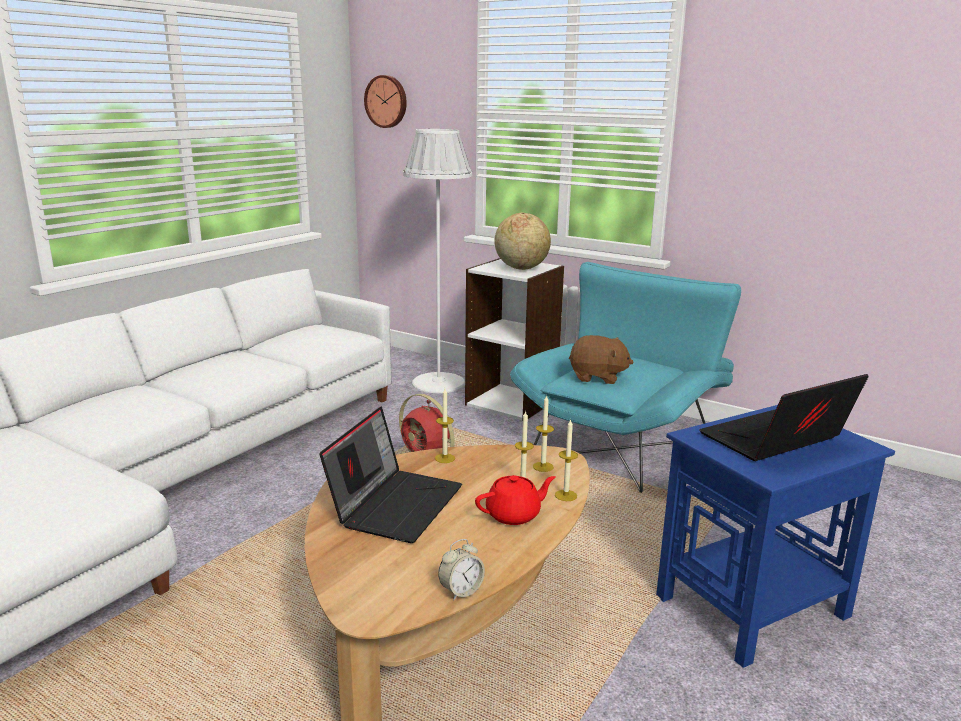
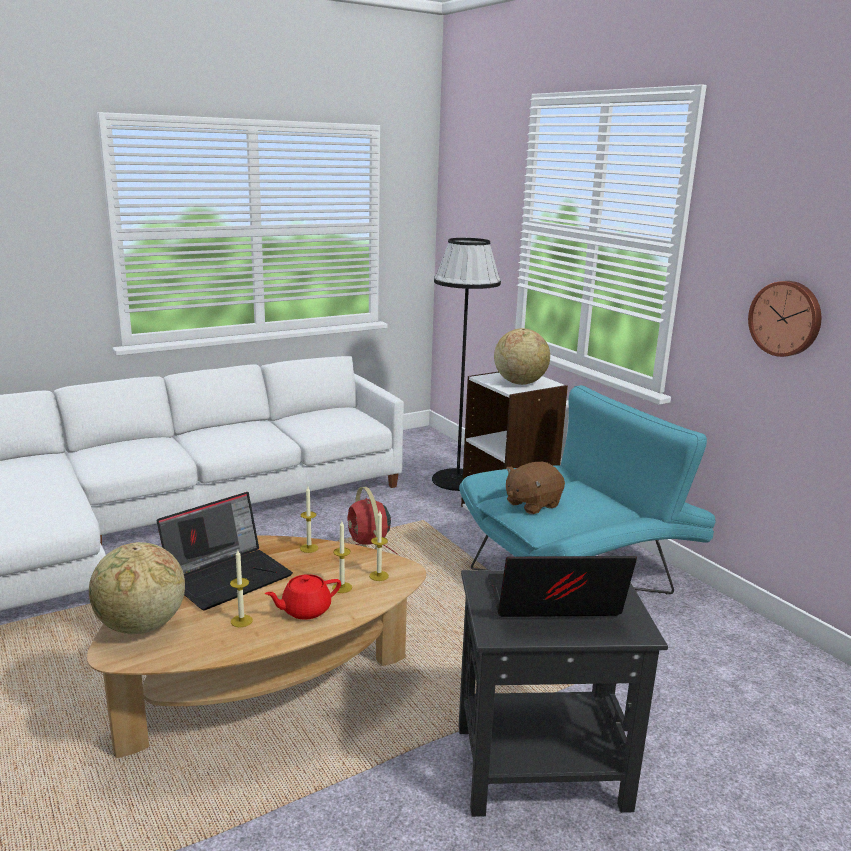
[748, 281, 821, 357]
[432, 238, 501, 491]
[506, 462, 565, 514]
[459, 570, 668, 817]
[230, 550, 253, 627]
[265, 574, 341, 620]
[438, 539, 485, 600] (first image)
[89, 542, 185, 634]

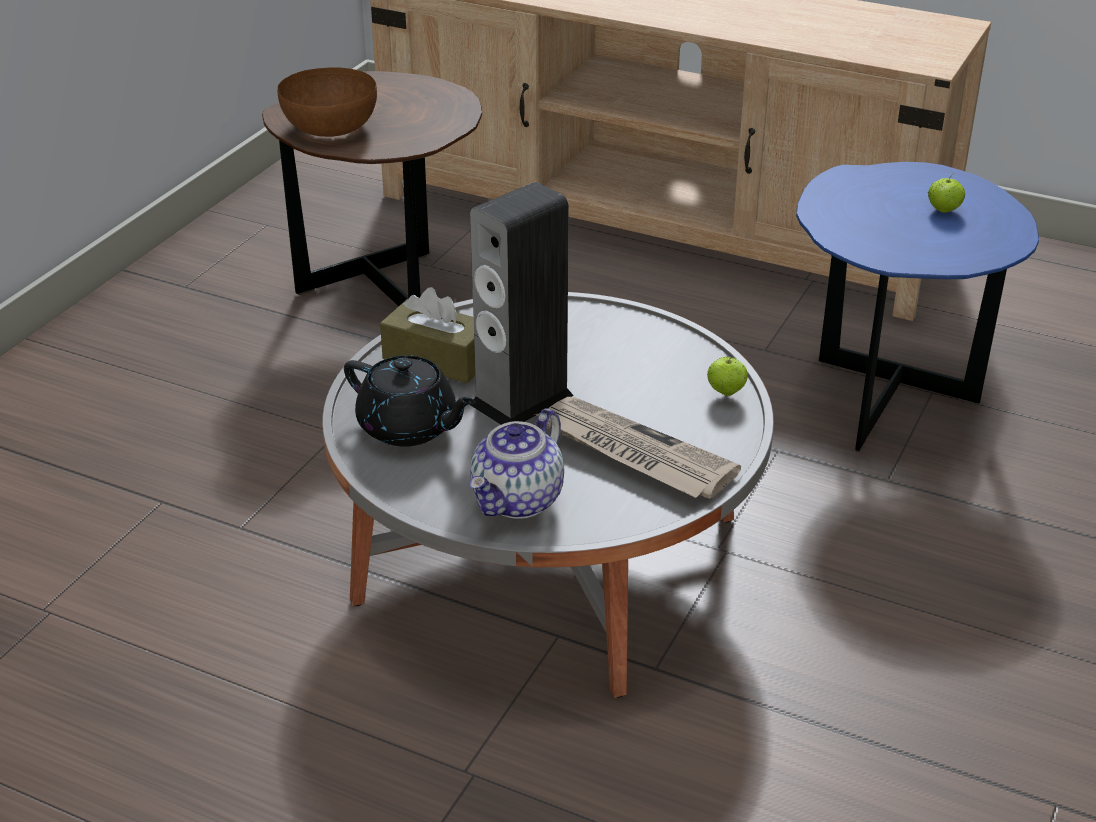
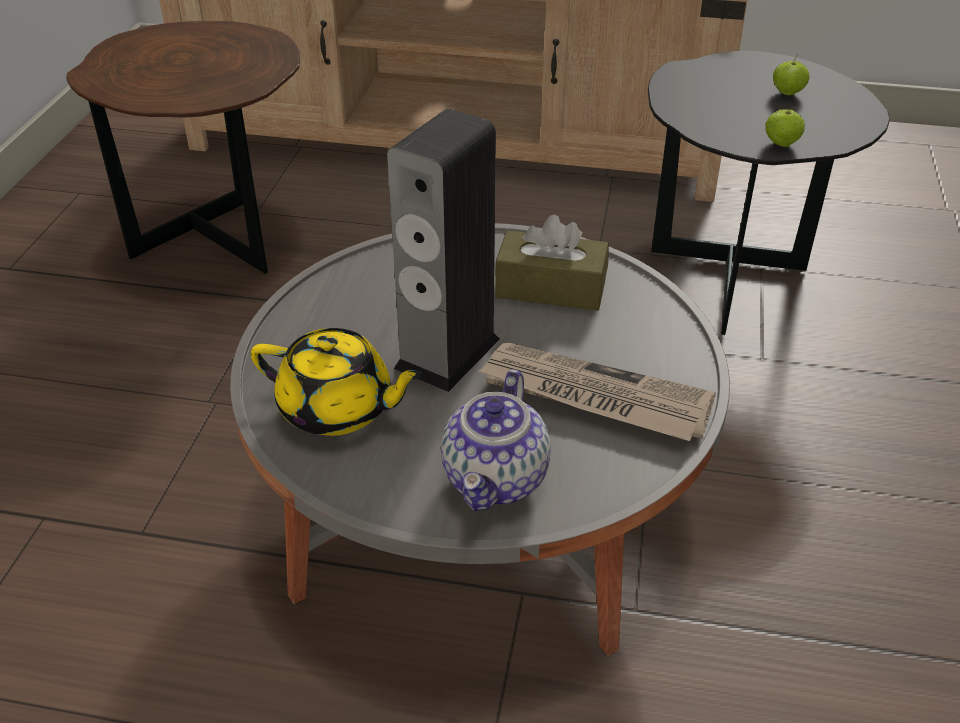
[277, 67, 377, 137] (first image)
[648, 51, 890, 335]
[495, 215, 609, 311]
[251, 328, 424, 436]
[765, 107, 805, 147]

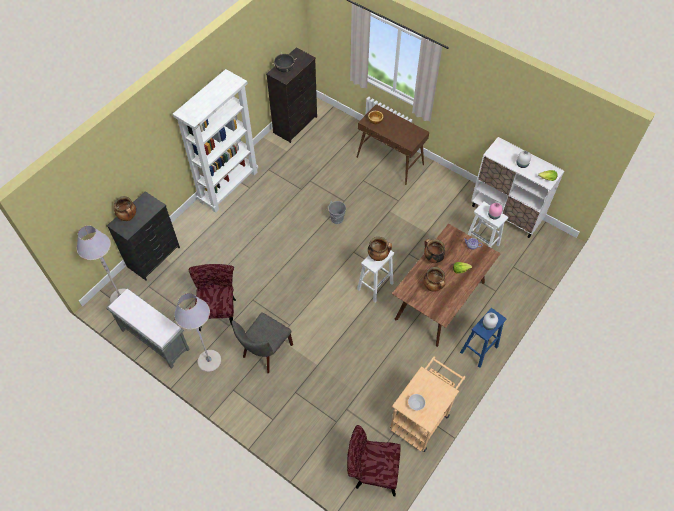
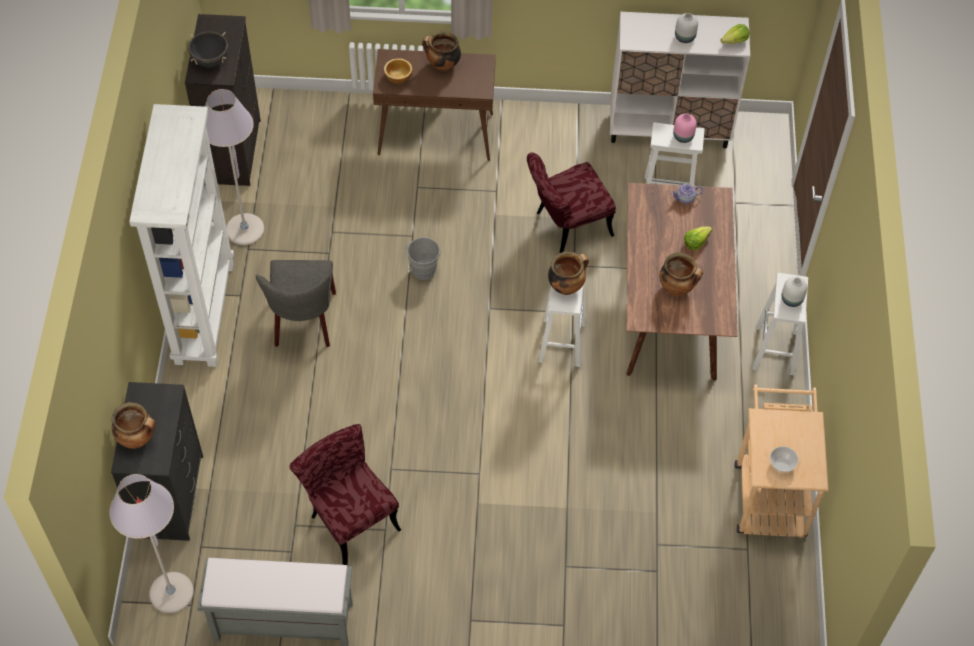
[422, 31, 461, 71]
[205, 89, 264, 245]
[752, 273, 808, 375]
[256, 260, 336, 347]
[527, 153, 616, 253]

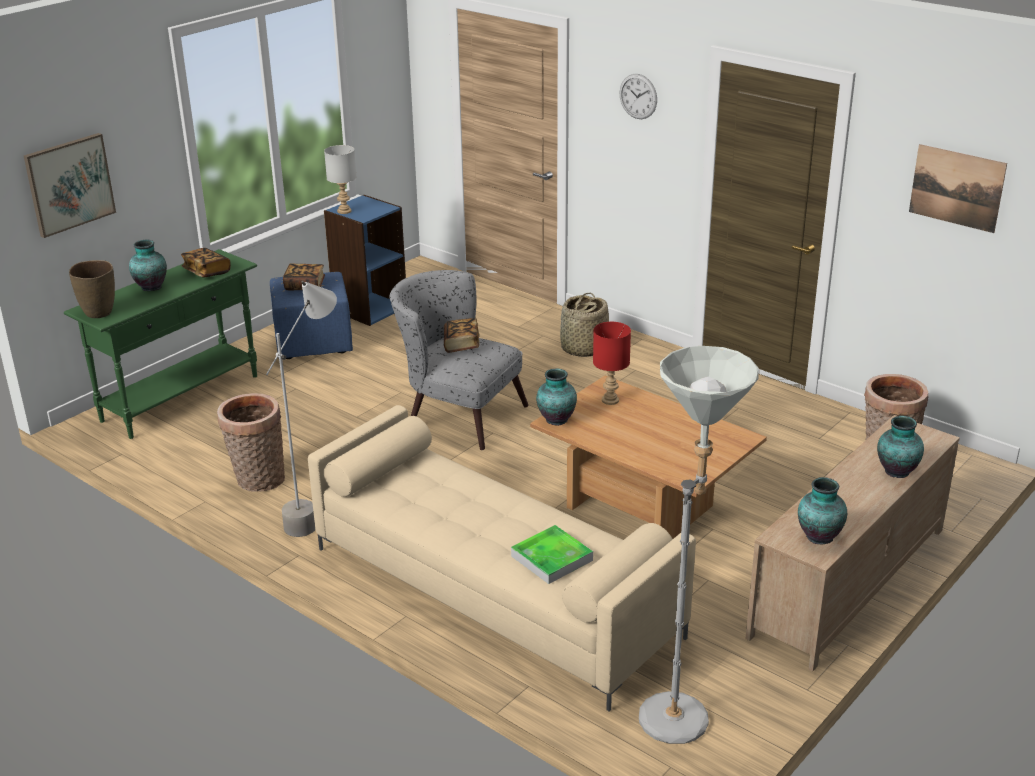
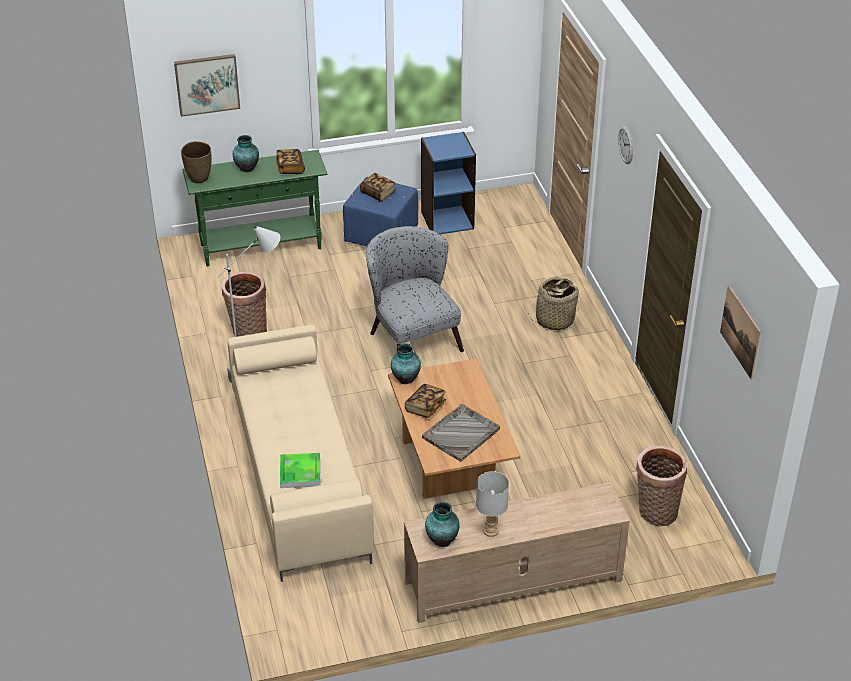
[476, 471, 509, 537]
[405, 384, 446, 418]
[593, 322, 631, 405] (first image)
[639, 346, 759, 744] (first image)
[877, 416, 924, 478] (first image)
[422, 404, 500, 462]

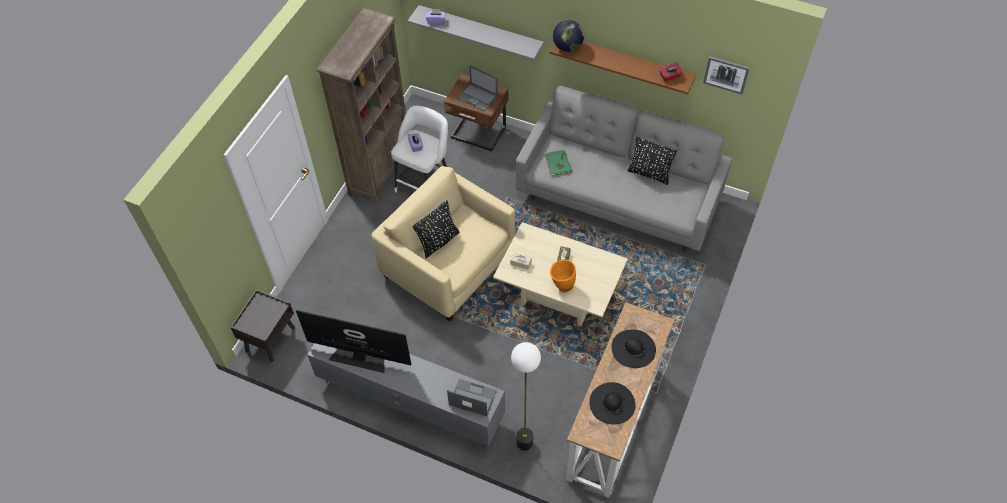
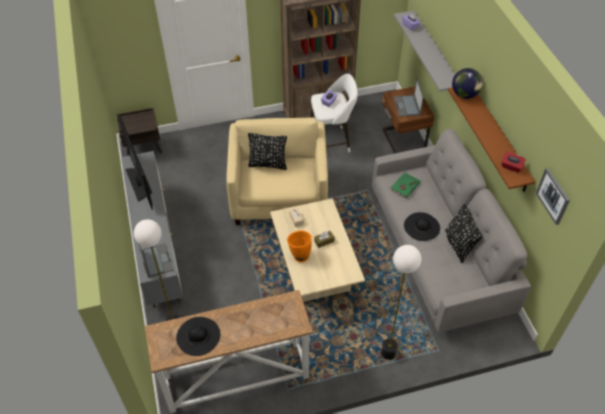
[404, 212, 440, 241]
[381, 245, 422, 360]

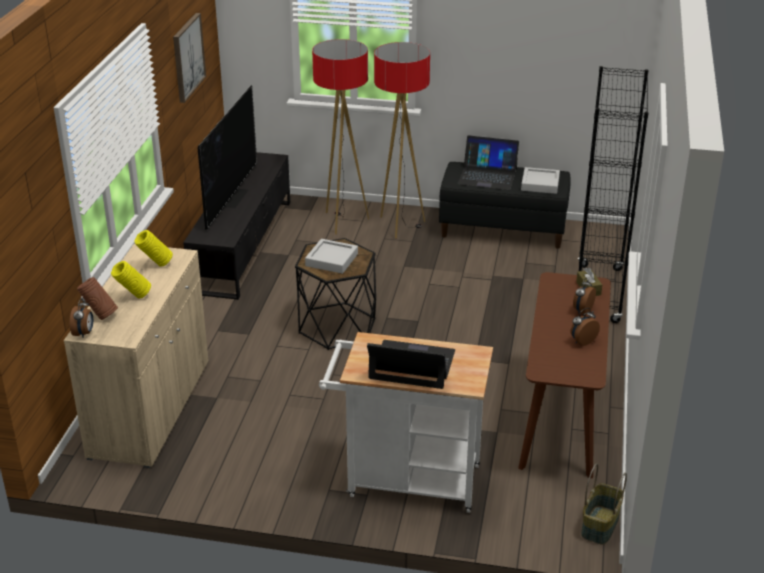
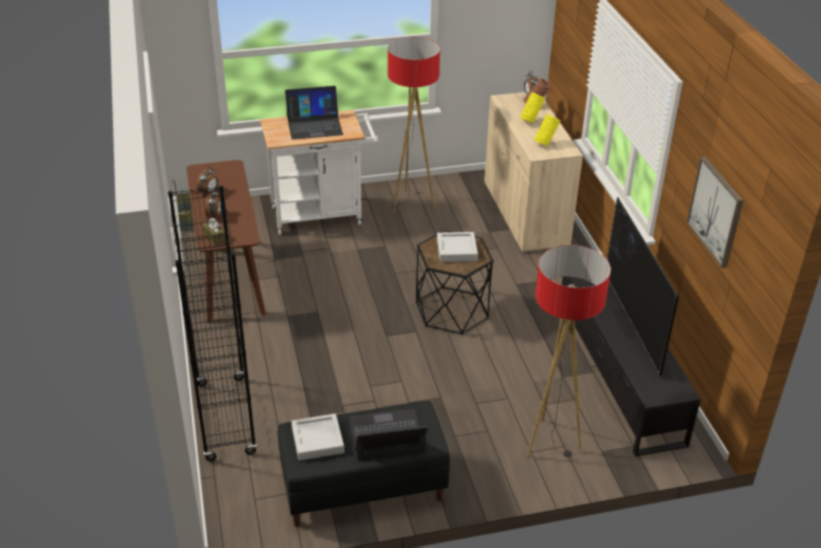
[388, 37, 440, 213]

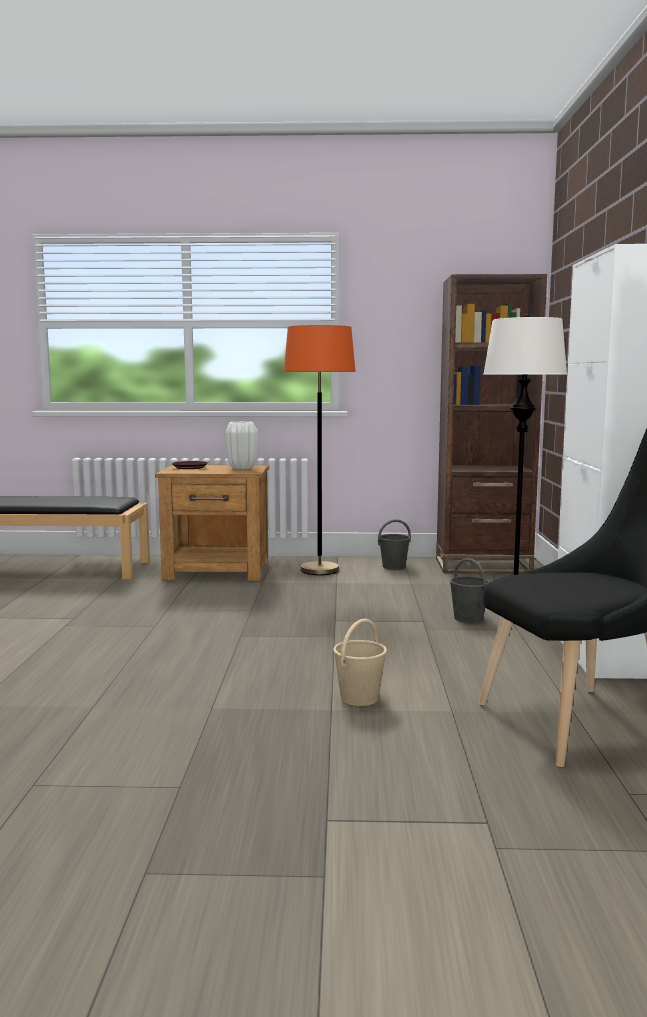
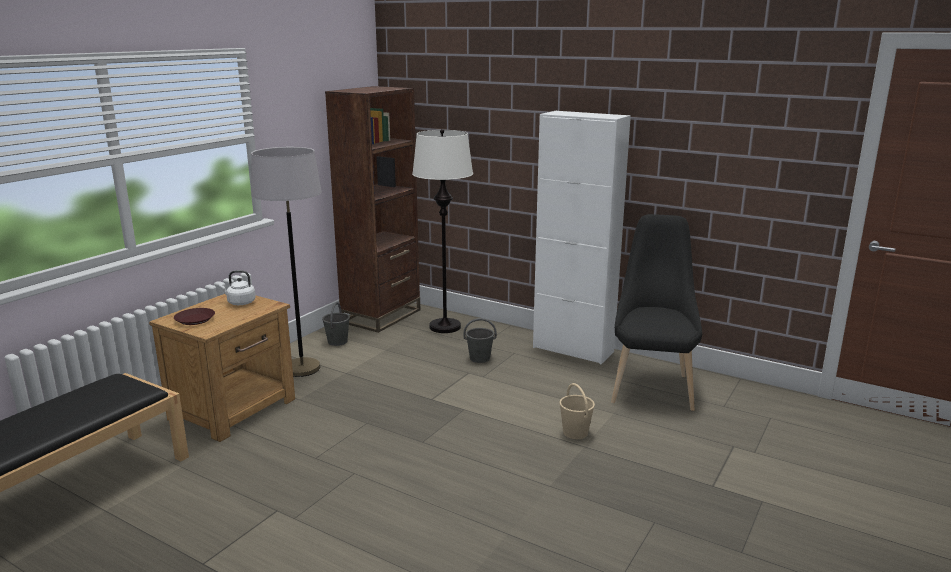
[251, 147, 322, 377]
[219, 270, 256, 305]

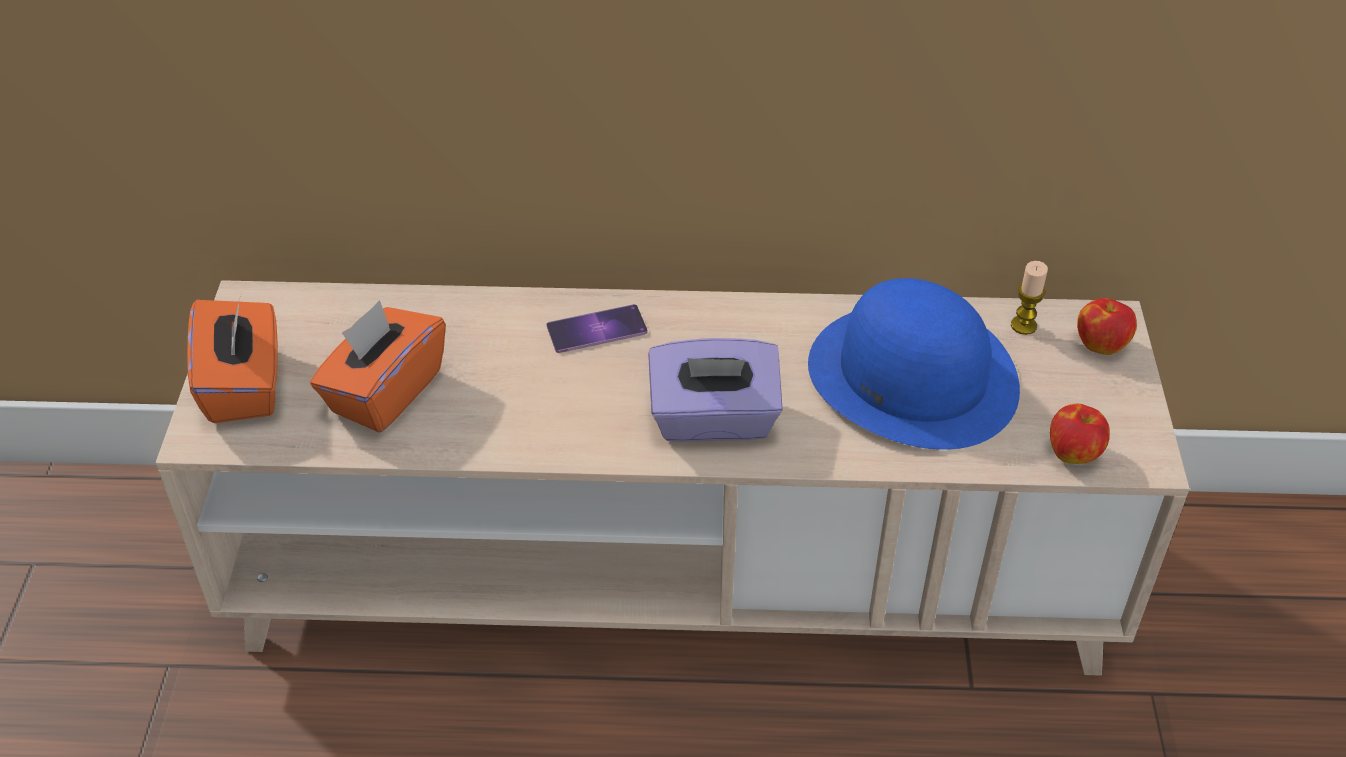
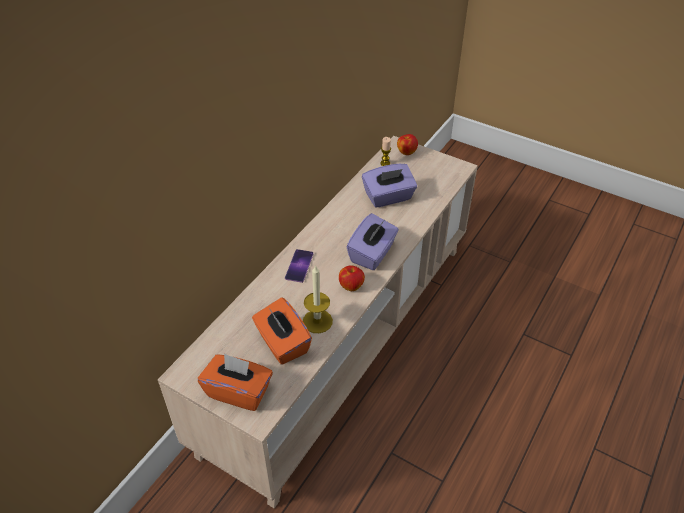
[362, 164, 417, 208]
[339, 265, 365, 291]
[303, 265, 333, 333]

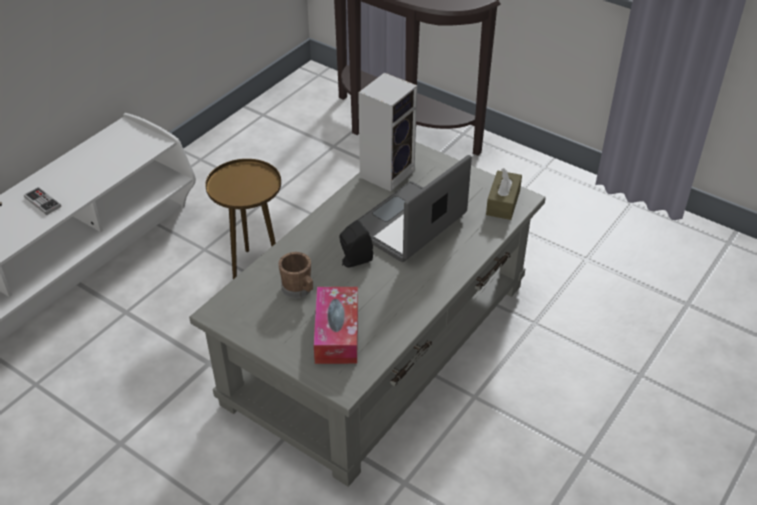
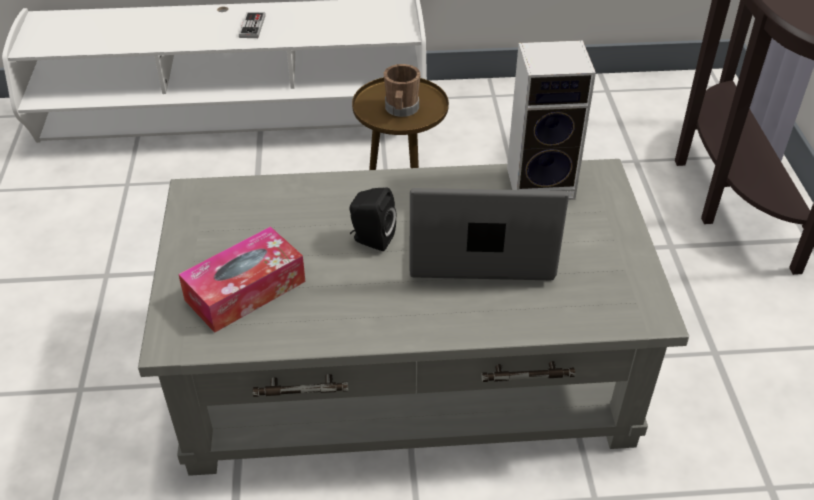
[486, 168, 522, 220] (first image)
[384, 64, 420, 117]

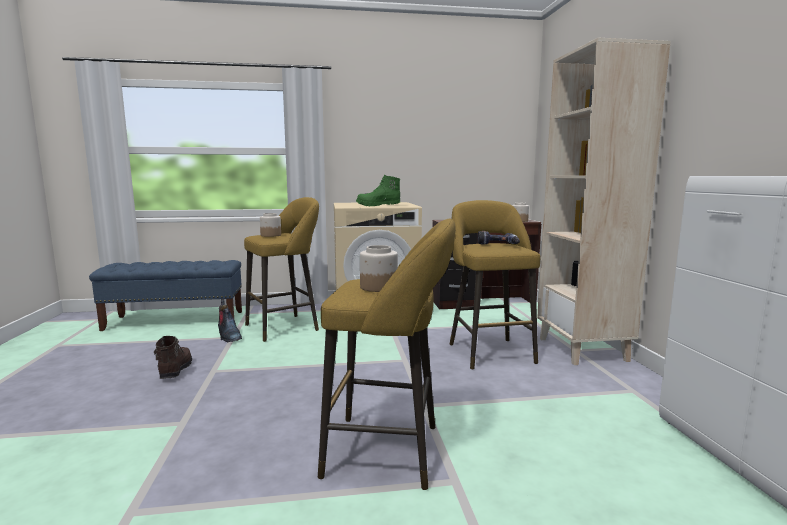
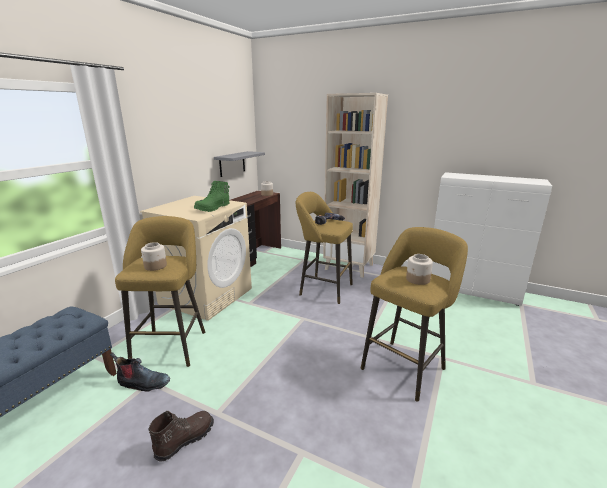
[148, 411, 214, 462]
[214, 151, 265, 177]

